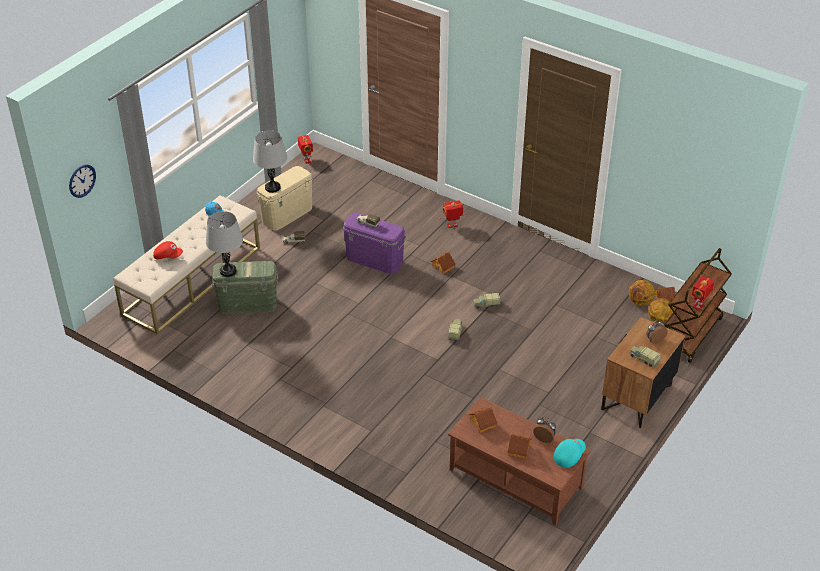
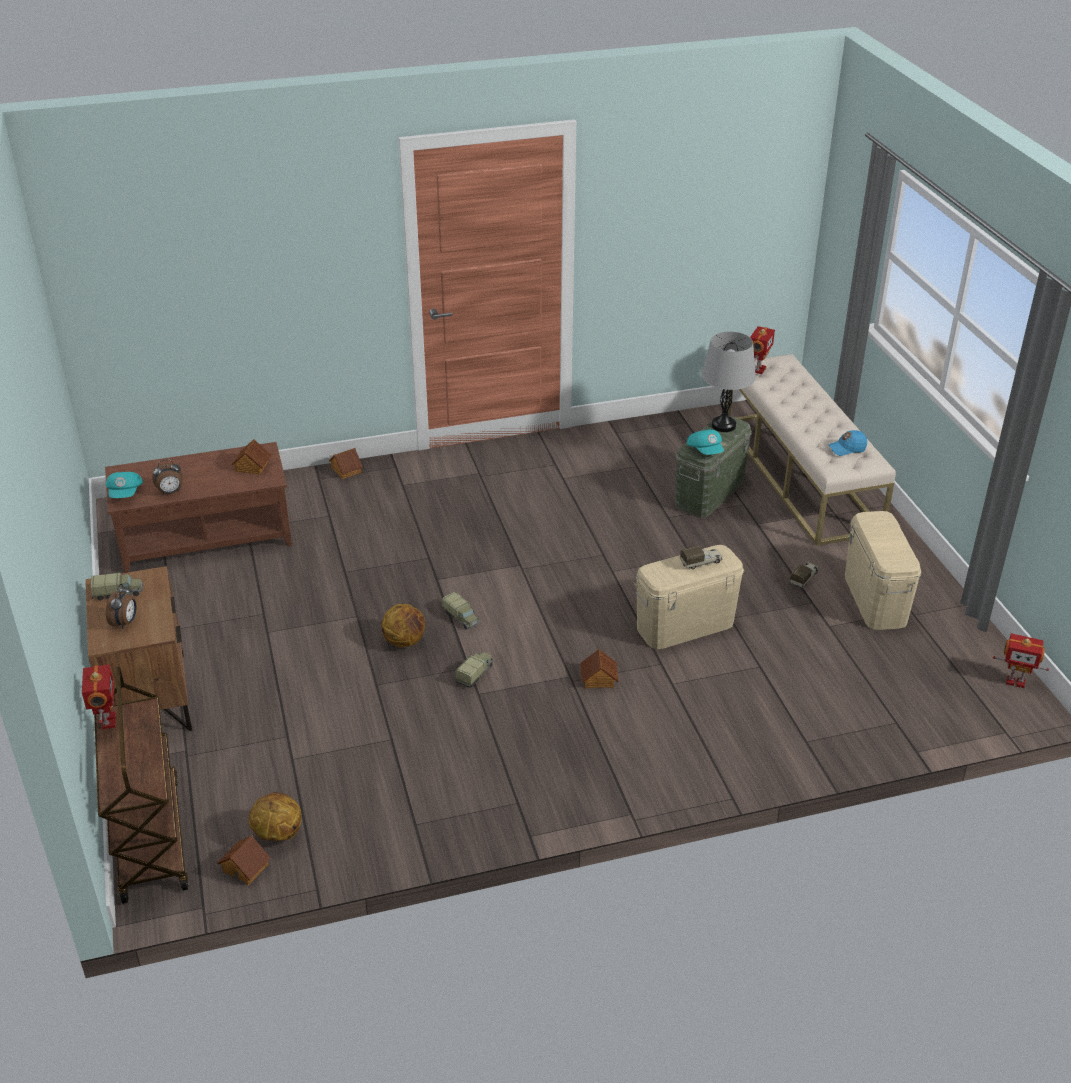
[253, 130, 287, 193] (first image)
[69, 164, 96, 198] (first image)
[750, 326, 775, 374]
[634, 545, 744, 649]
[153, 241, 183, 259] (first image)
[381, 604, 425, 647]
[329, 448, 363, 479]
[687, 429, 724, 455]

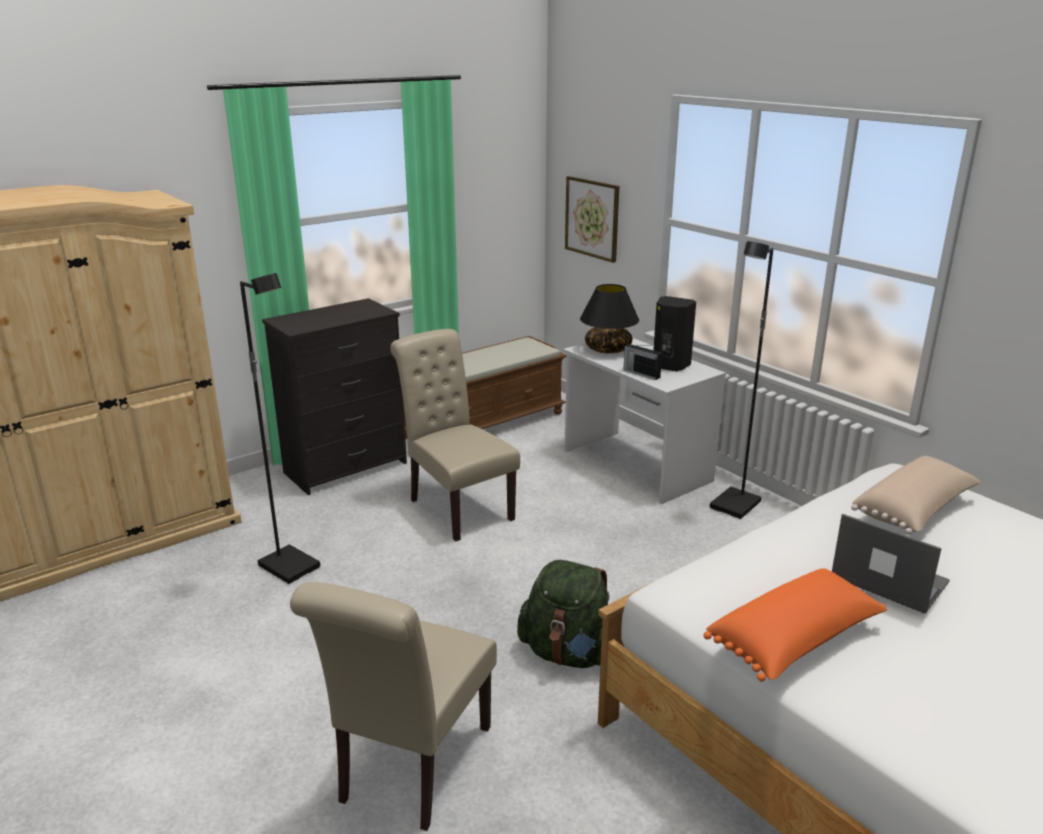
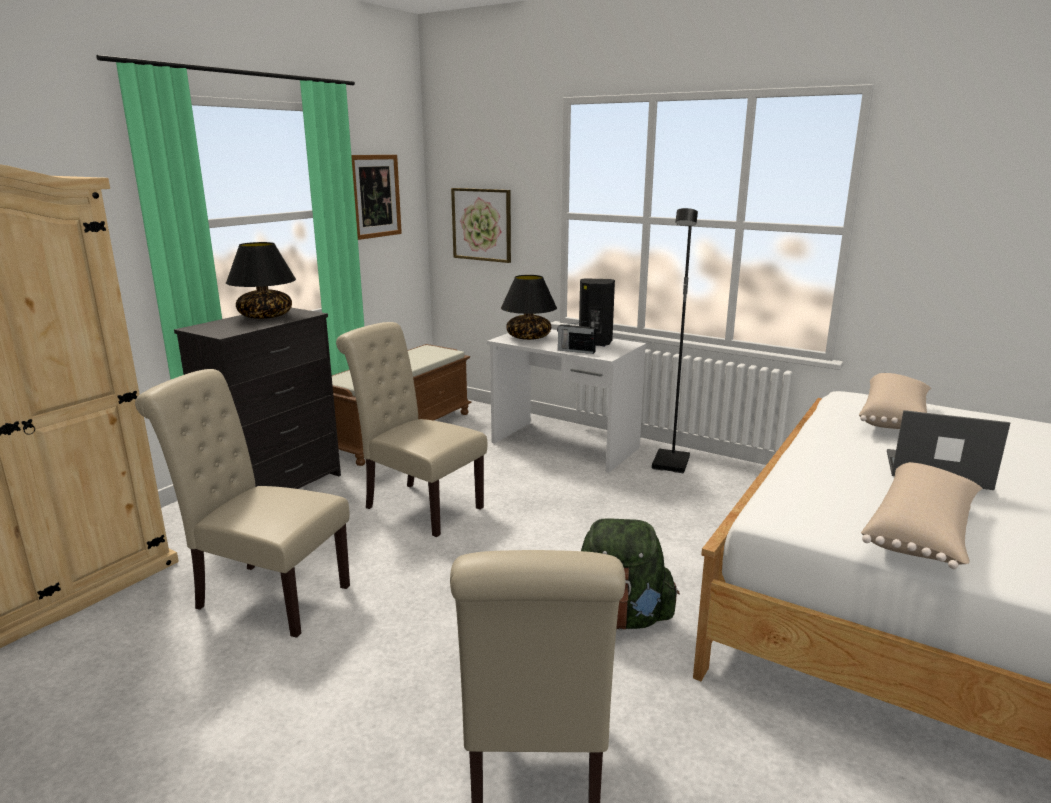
[135, 369, 350, 638]
[861, 462, 982, 569]
[351, 155, 402, 240]
[226, 242, 296, 319]

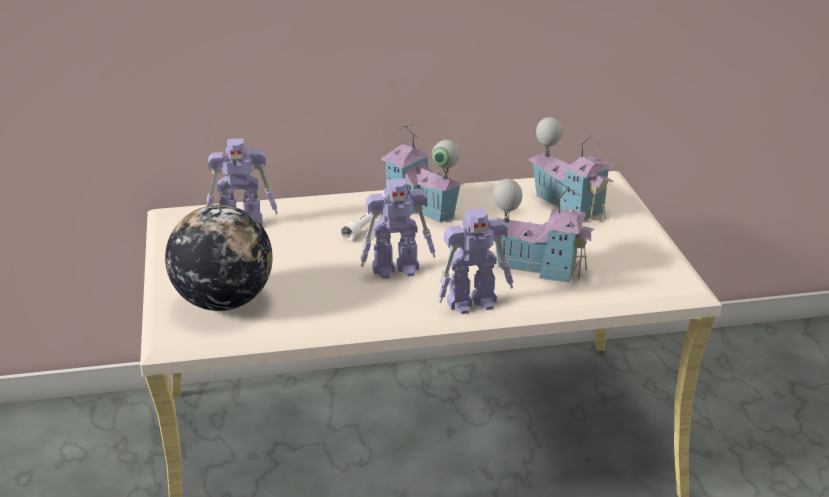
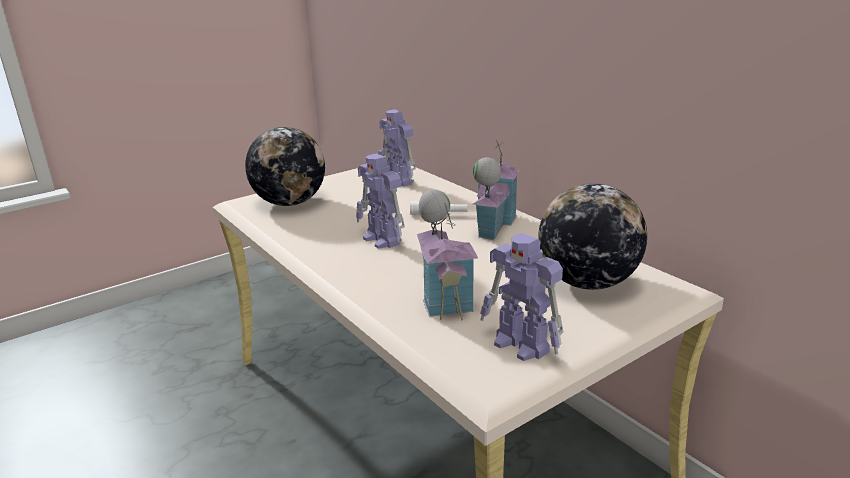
[538, 183, 647, 290]
[480, 233, 563, 361]

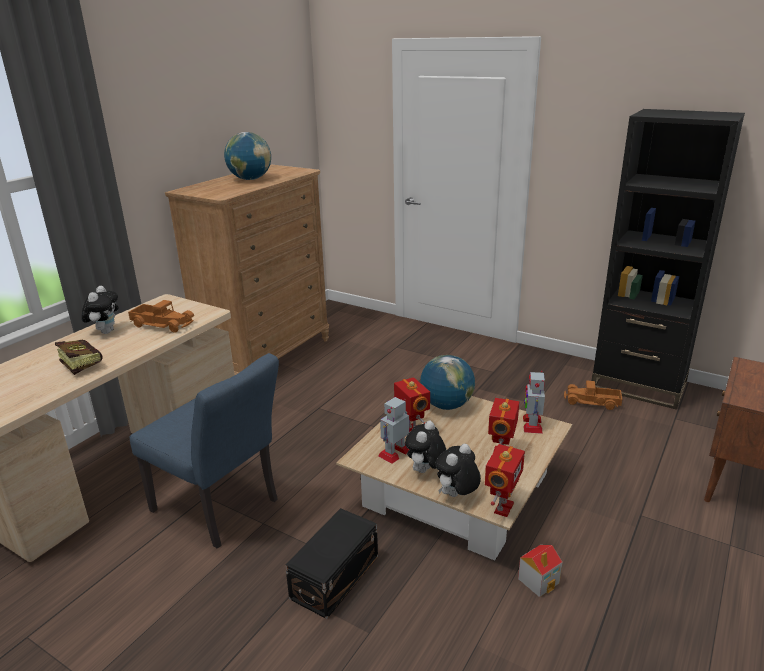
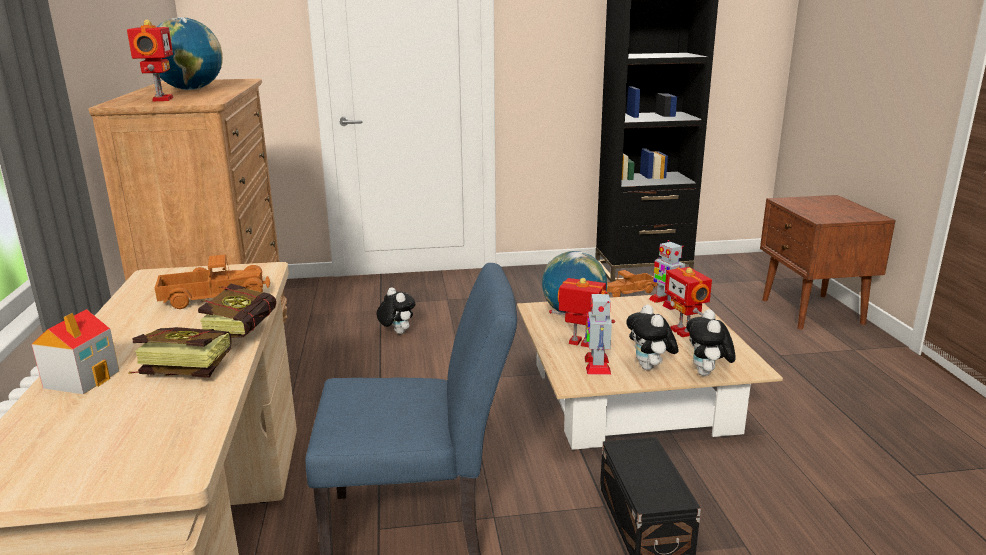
[377, 287, 415, 334]
[127, 20, 173, 102]
[31, 309, 119, 394]
[198, 284, 276, 338]

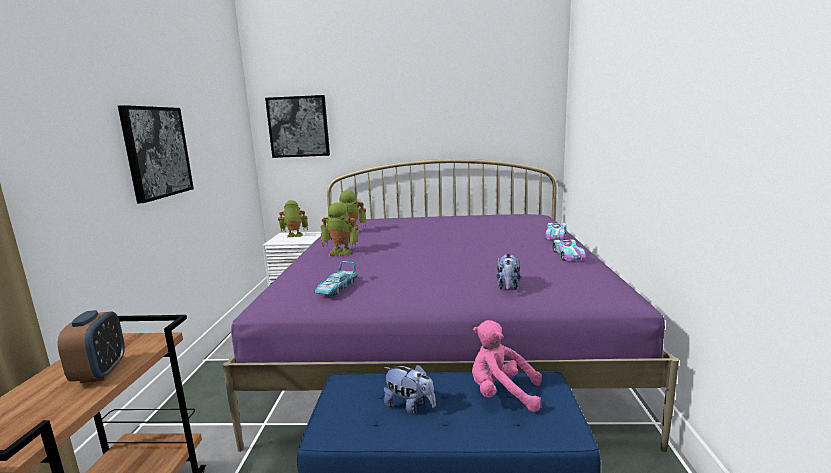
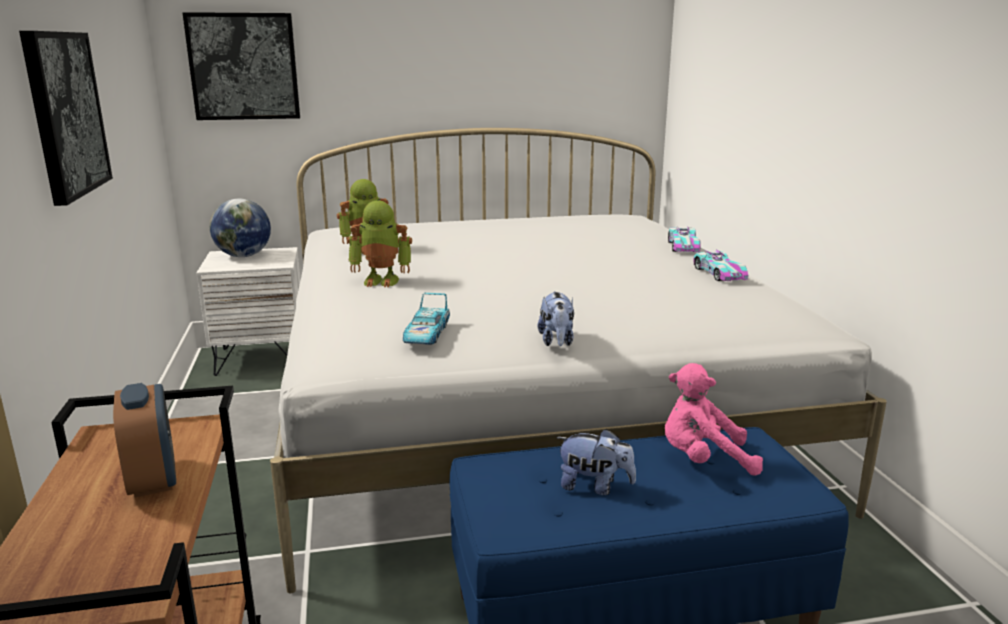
[270, 128, 887, 593]
[210, 198, 271, 257]
[538, 291, 574, 346]

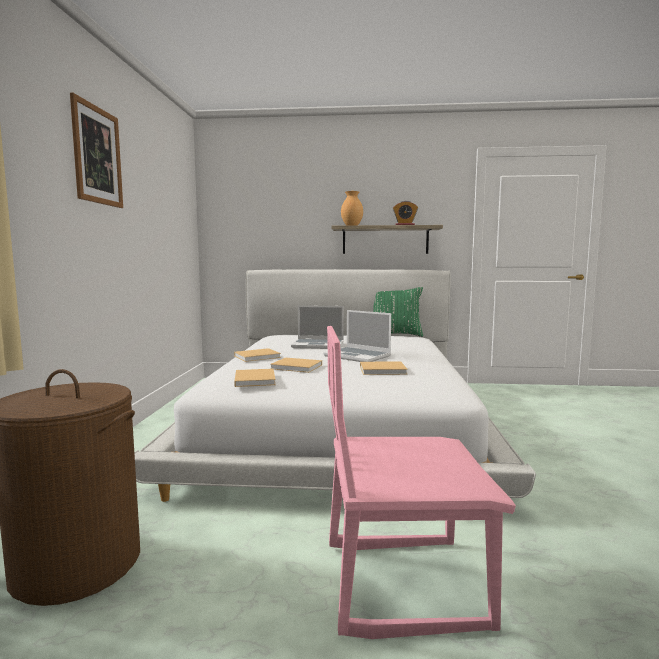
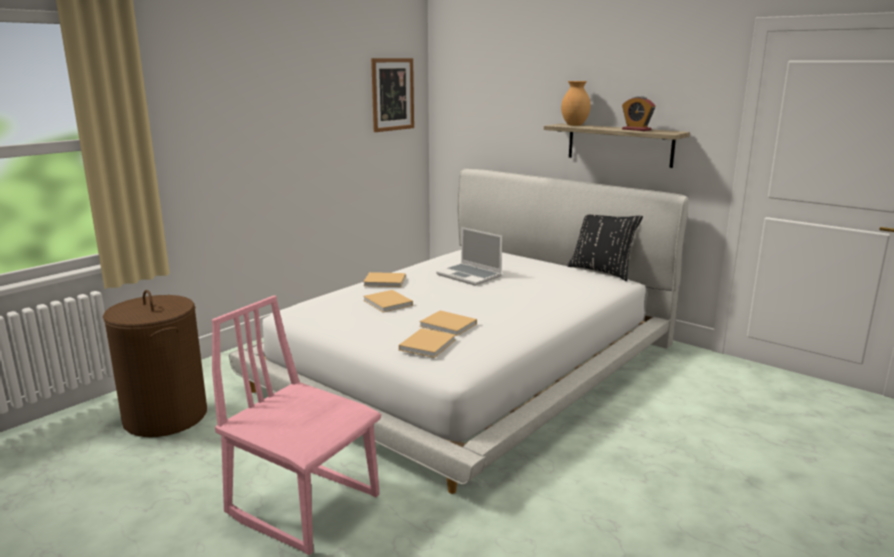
[371, 58, 414, 132]
[567, 215, 643, 281]
[323, 310, 391, 362] (first image)
[399, 328, 456, 358]

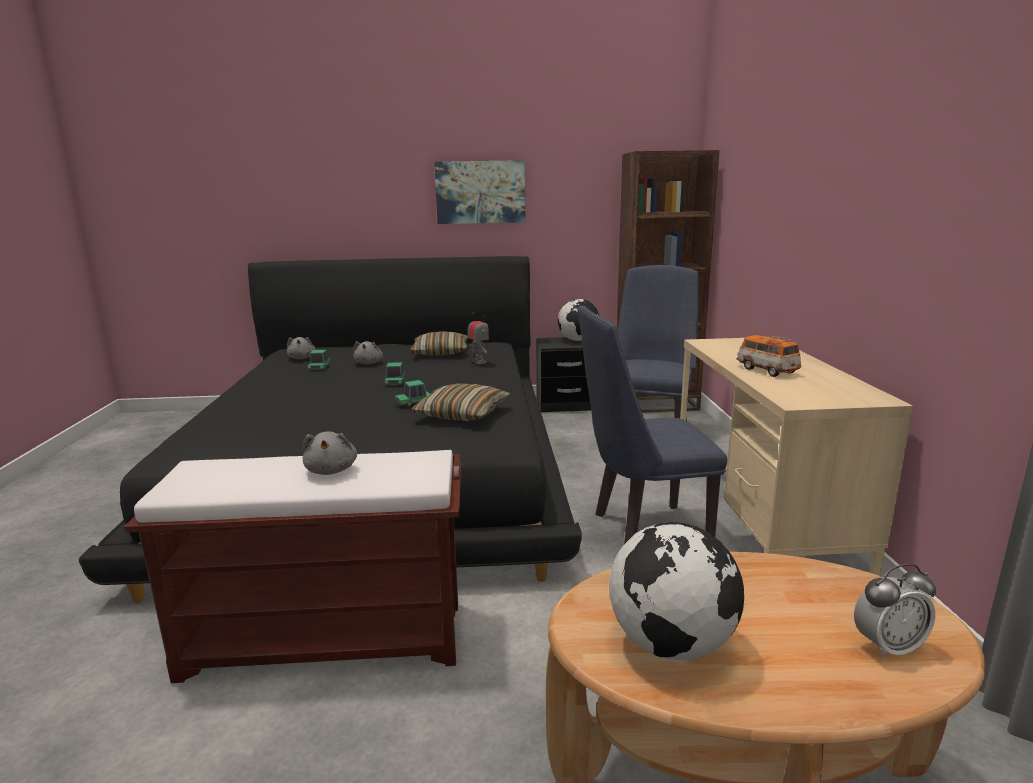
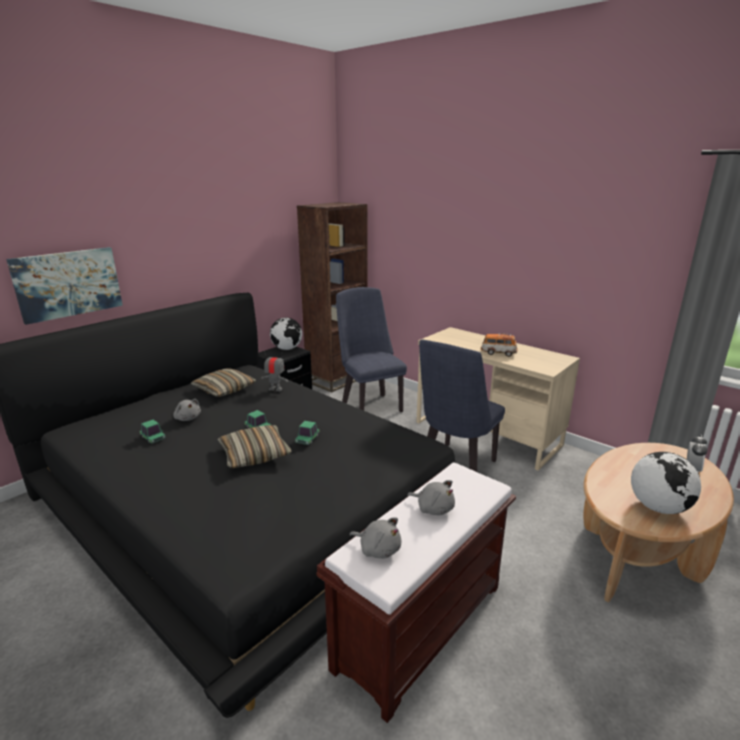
[6, 247, 123, 325]
[349, 518, 401, 558]
[218, 425, 292, 469]

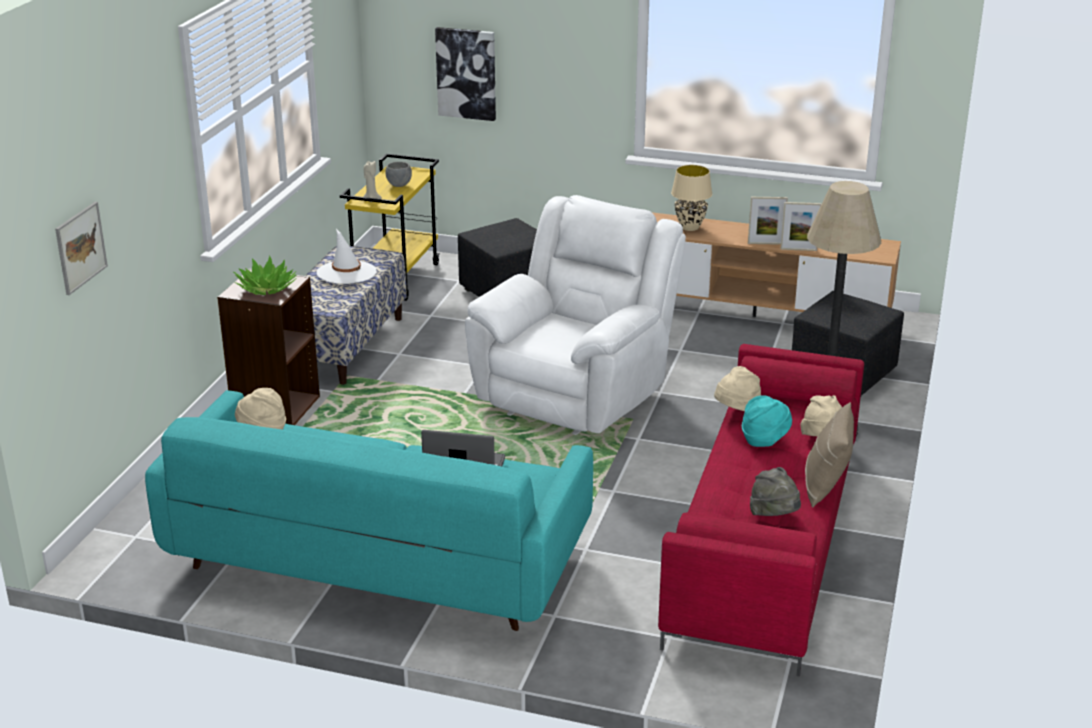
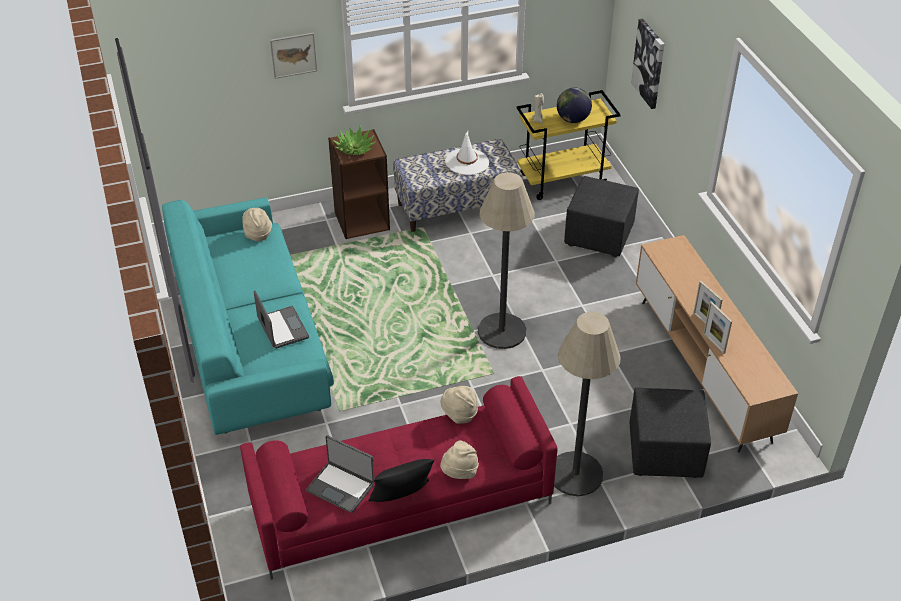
[557, 87, 592, 123]
[671, 165, 712, 231] (first image)
[478, 172, 535, 349]
[270, 33, 317, 79]
[742, 395, 792, 447] (first image)
[368, 459, 435, 502]
[306, 435, 374, 513]

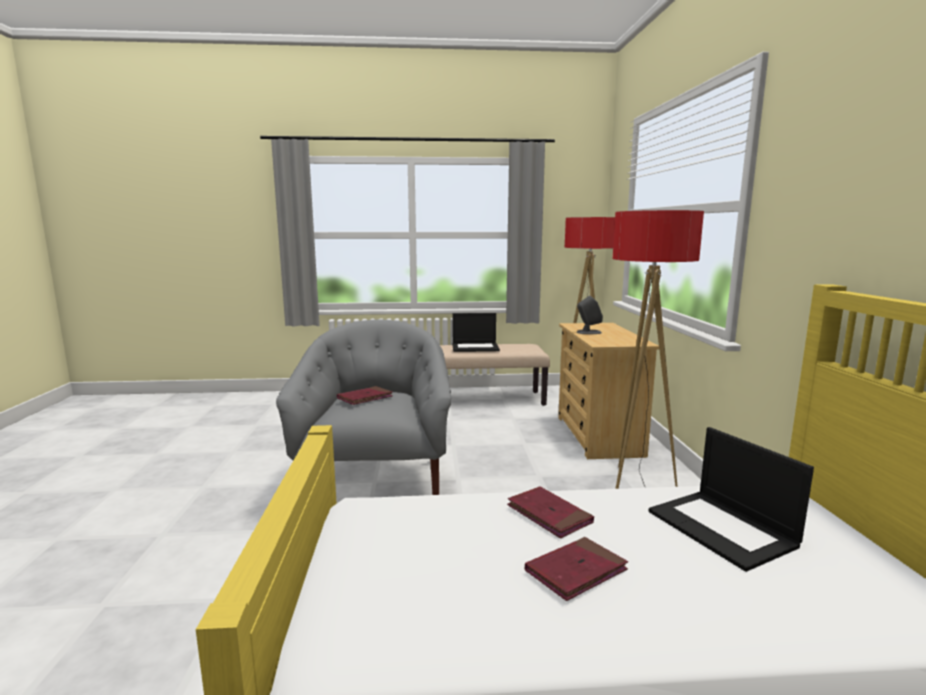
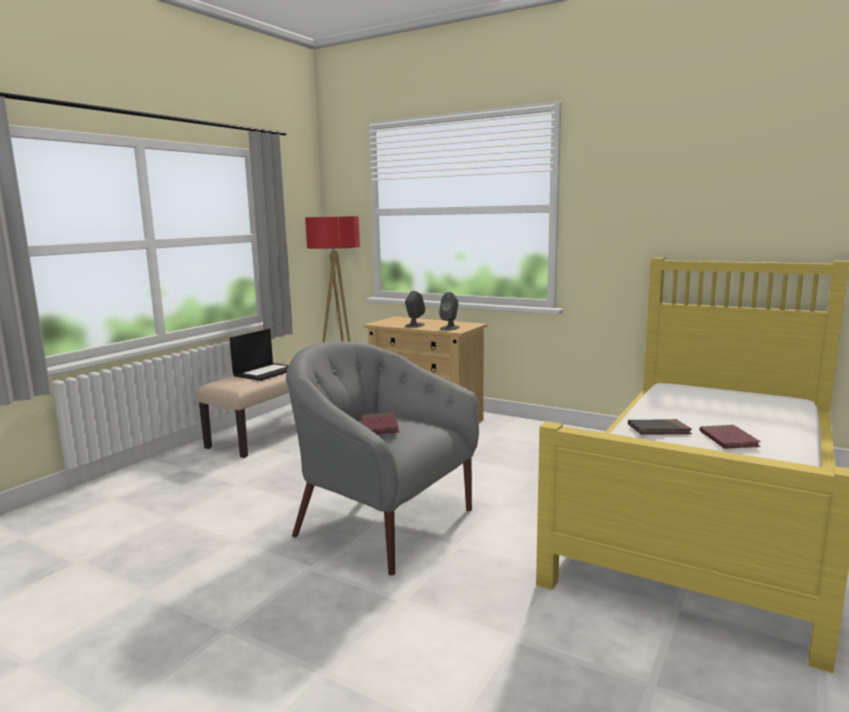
[613, 210, 704, 489] (first image)
[648, 427, 814, 572] (first image)
[628, 419, 692, 435]
[439, 292, 460, 331]

